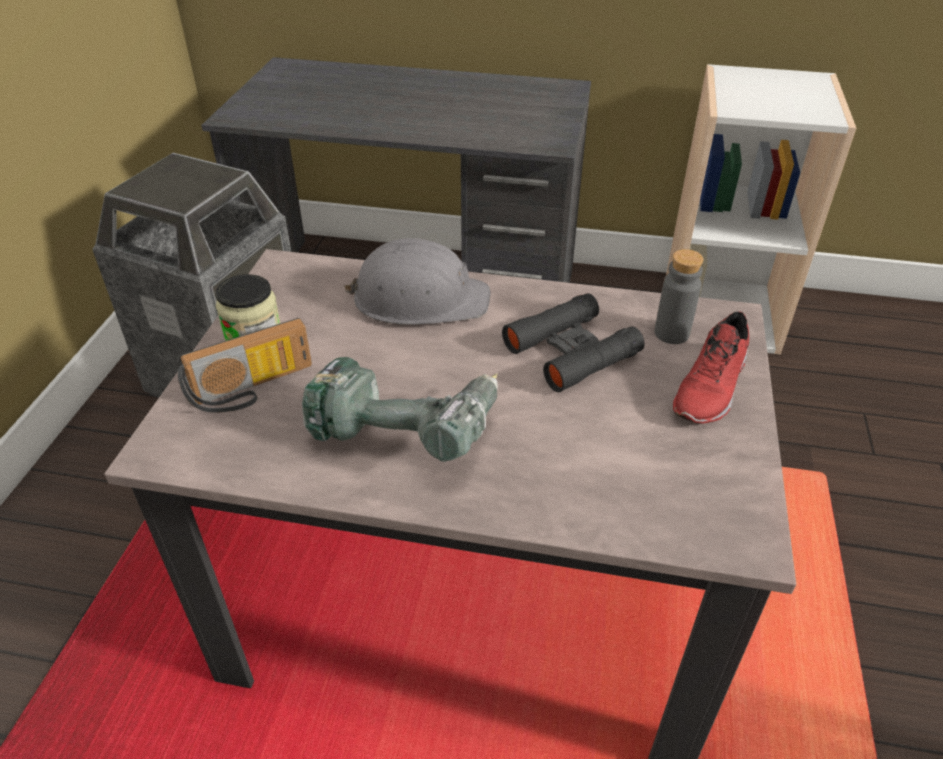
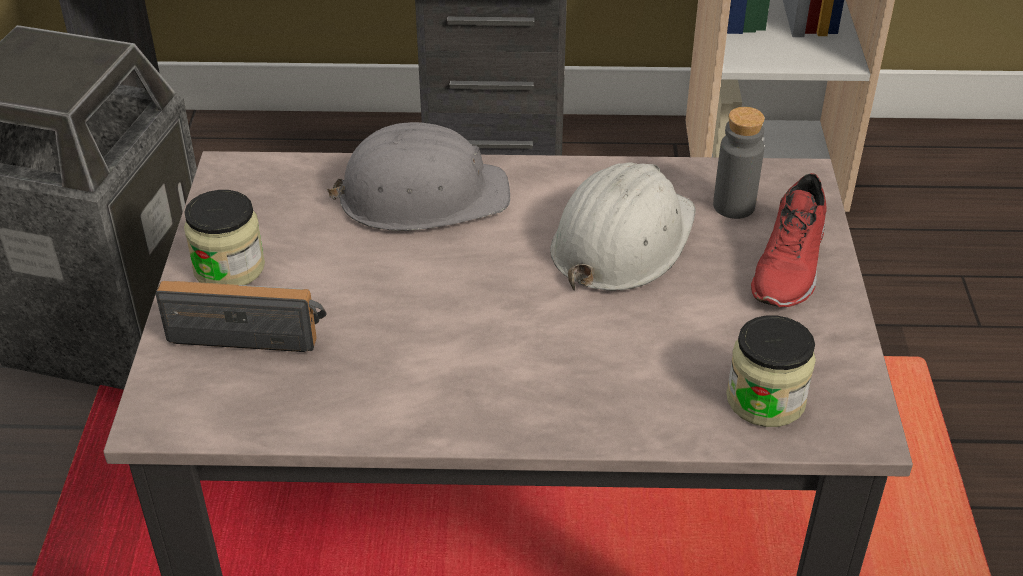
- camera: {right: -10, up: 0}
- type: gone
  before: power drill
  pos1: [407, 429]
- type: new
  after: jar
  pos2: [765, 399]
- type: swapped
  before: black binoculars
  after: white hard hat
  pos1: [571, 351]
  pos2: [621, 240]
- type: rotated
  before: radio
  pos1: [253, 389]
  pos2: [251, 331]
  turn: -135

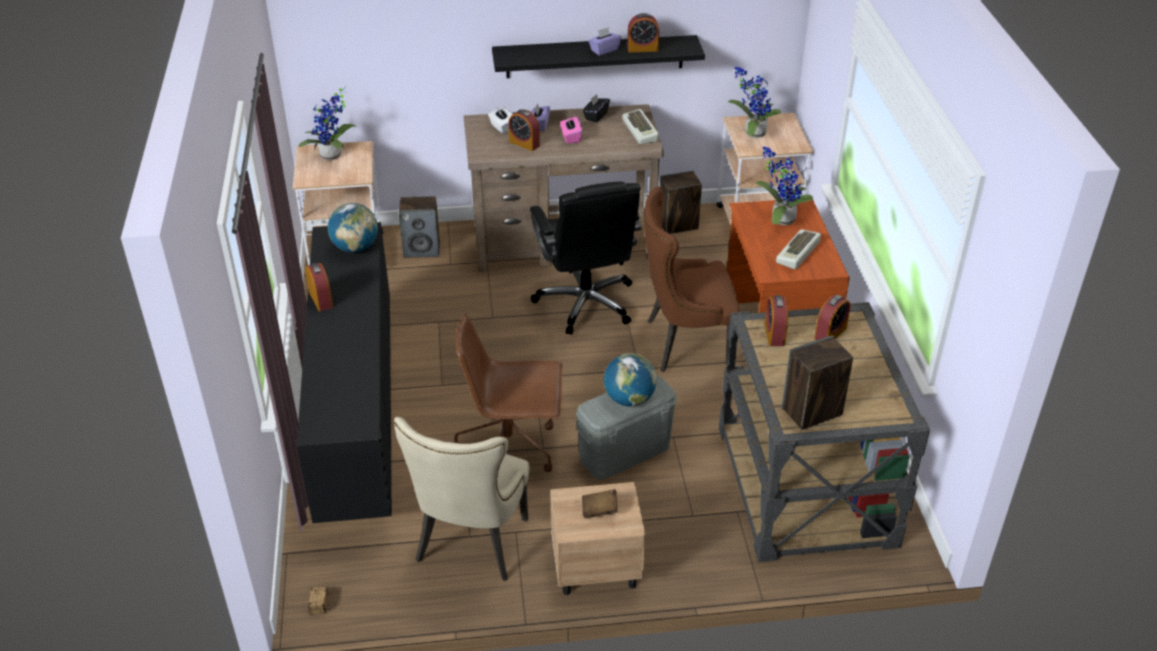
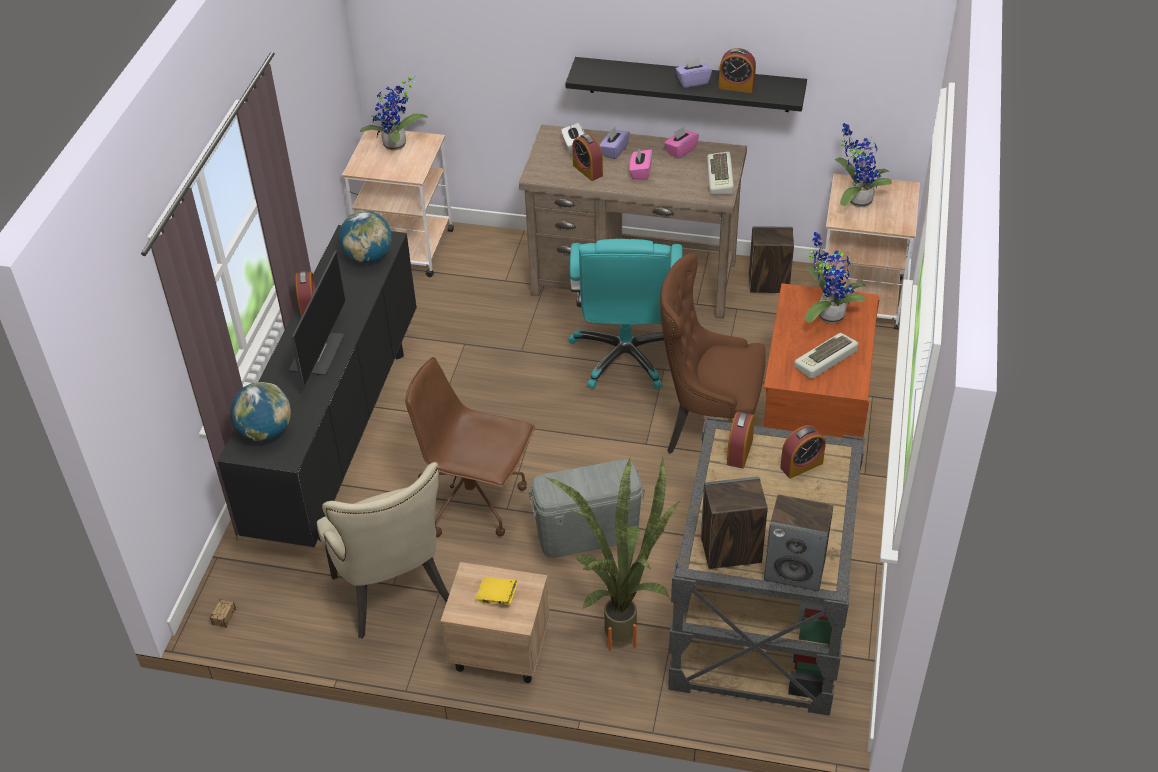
- camera: {right: 20, up: 5}
- type: new
  after: monitor
  pos2: [317, 352]
- type: new
  after: potted plant
  pos2: [622, 628]
- type: shifted
  before: speaker
  pos1: [422, 249]
  pos2: [795, 570]
- type: shifted
  before: globe
  pos1: [629, 399]
  pos2: [265, 432]
- type: repainted
  before: black office chair
  after: turquoise office chair
  pos1: [586, 302]
  pos2: [626, 354]
- type: repainted
  before: brown book
  after: yellow book
  pos1: [599, 510]
  pos2: [497, 597]
- type: repainted
  before: black tissue box
  after: pink tissue box
  pos1: [596, 116]
  pos2: [680, 150]
- type: rotated
  before: beige chair
  pos1: [472, 543]
  pos2: [392, 593]
  turn: -60

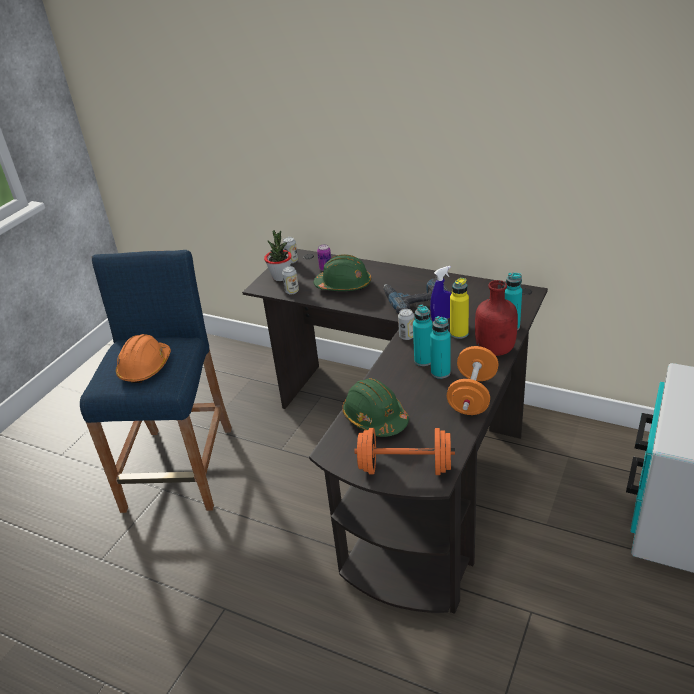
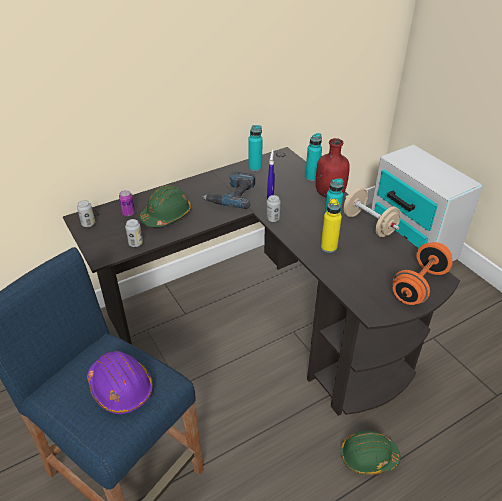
- camera: {right: -60, up: 5}
- type: gone
  before: potted plant
  pos1: [281, 277]
- type: shifted
  before: green hard hat
  pos1: [375, 418]
  pos2: [368, 457]
- type: shifted
  before: turquoise bottle
  pos1: [423, 360]
  pos2: [255, 167]
- type: shifted
  before: yellow bottle
  pos1: [459, 333]
  pos2: [328, 247]
- type: repainted
  before: orange hard hat
  after: purple hard hat
  pos1: [145, 367]
  pos2: [121, 388]
- type: repainted
  before: orange dumbbell
  after: beige dumbbell
  pos1: [472, 396]
  pos2: [369, 224]

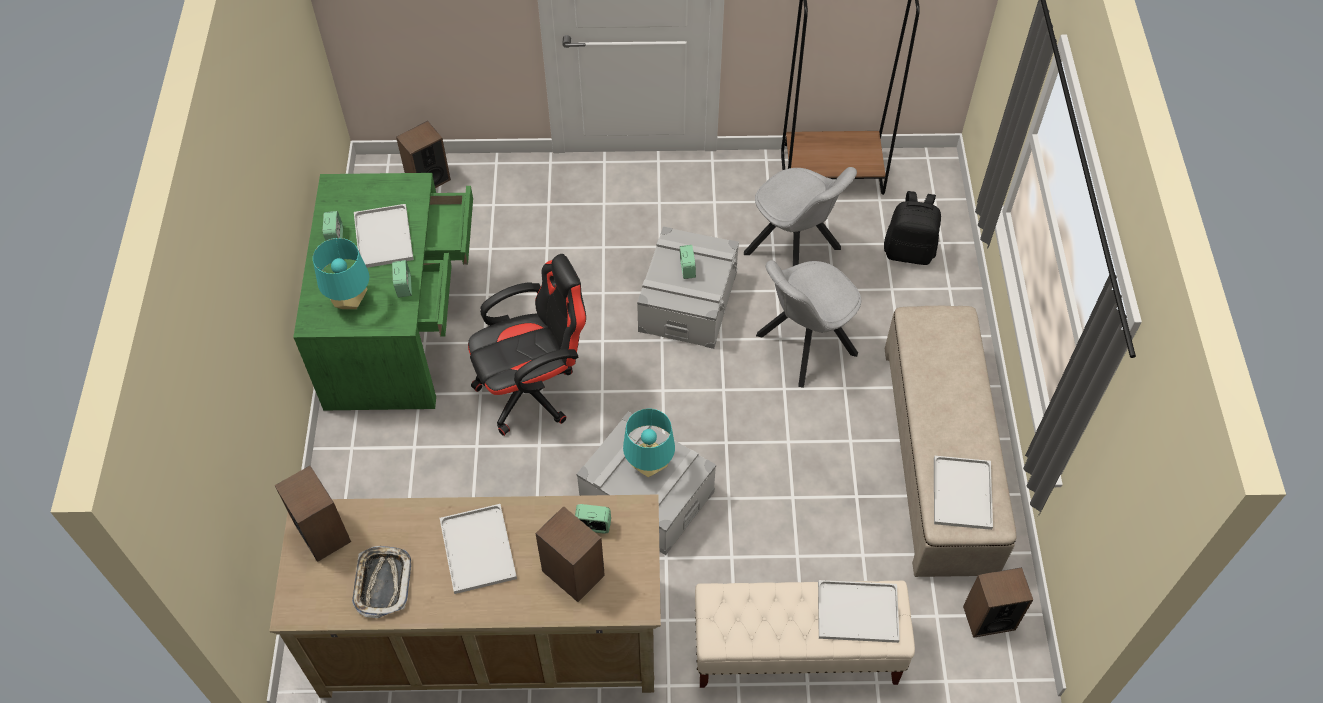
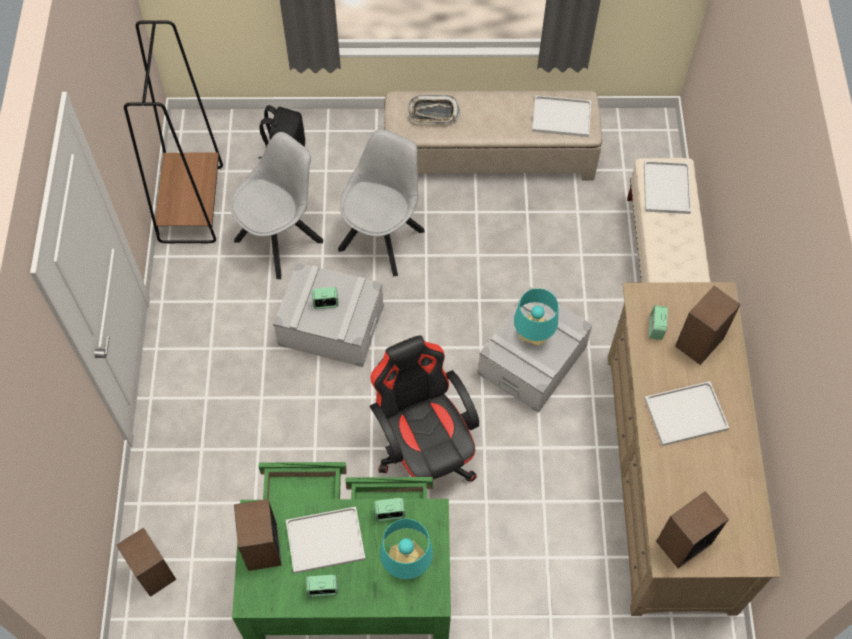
- camera: {right: -90, up: 5}
- type: shifted
  before: tray
  pos1: [382, 583]
  pos2: [433, 113]
- type: shifted
  before: speaker
  pos1: [988, 617]
  pos2: [262, 547]
- type: rotated
  before: grey chair
  pos1: [804, 346]
  pos2: [382, 238]
  turn: -120

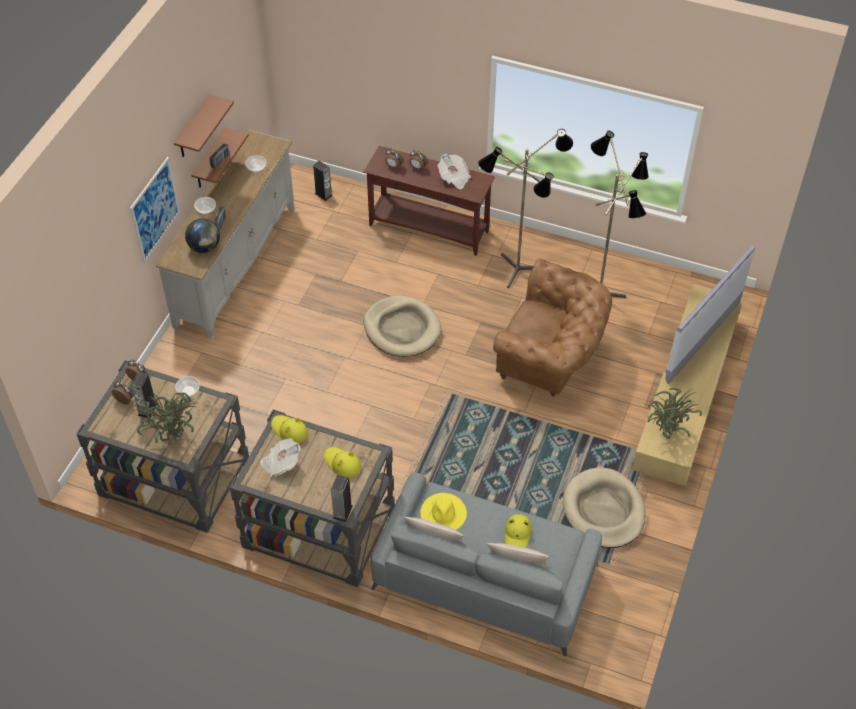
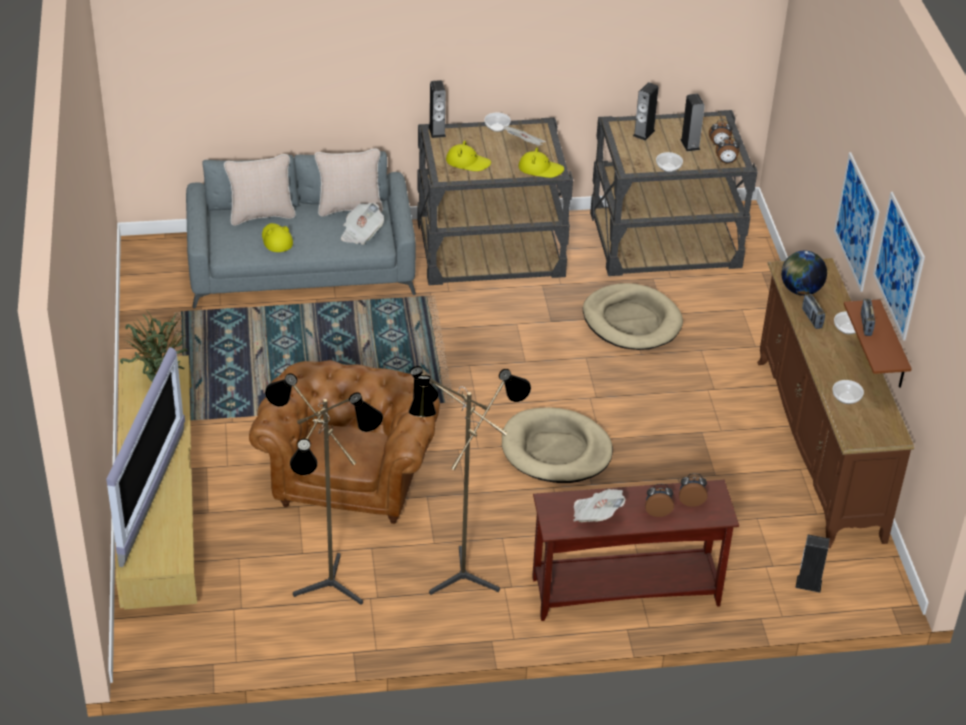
- camera: {right: 150, up: -10}
- type: new
  after: bowl
  pos2: [497, 127]
- type: shifted
  before: beige dog bed
  pos1: [603, 510]
  pos2: [632, 321]
- type: swapped
  before: potted plant
  after: speaker
  pos1: [172, 437]
  pos2: [644, 133]
- type: swapped
  before: brown shelf
  after: picture
  pos1: [193, 128]
  pos2: [899, 265]
- type: swapped
  before: yellow hat
  after: newspaper
  pos1: [443, 513]
  pos2: [361, 233]
- type: repainted
  before: grey cabinet
  after: brown cabinet
  pos1: [237, 266]
  pos2: [817, 448]
- type: rotated
  before: brown armchair
  pos1: [550, 360]
  pos2: [350, 479]
  turn: 105

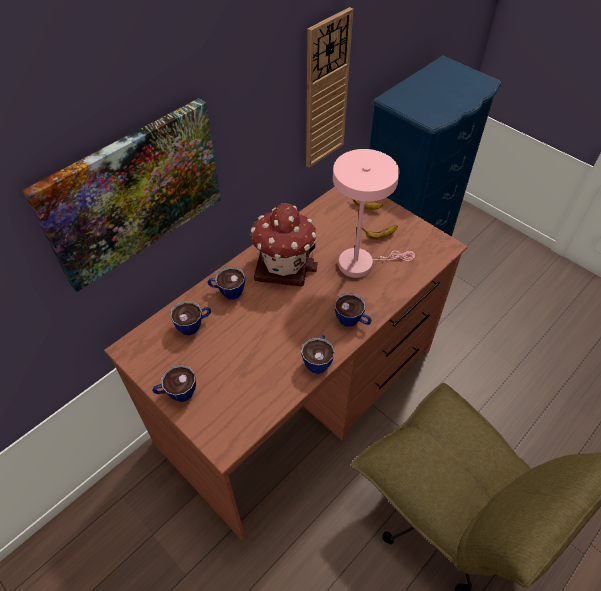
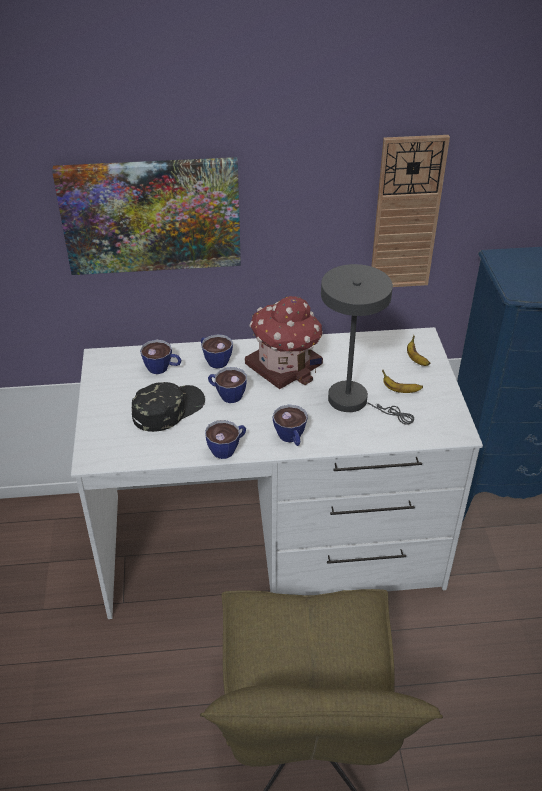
- camera: {right: 40, up: -10}
- type: new
  after: black cap
  pos2: [168, 409]
- type: shifted
  before: cup
  pos1: [177, 393]
  pos2: [226, 394]
- type: repainted
  before: brown desk
  after: white desk
  pos1: [300, 395]
  pos2: [272, 542]
- type: repainted
  before: pink table lamp
  after: grey table lamp
  pos1: [361, 263]
  pos2: [355, 401]

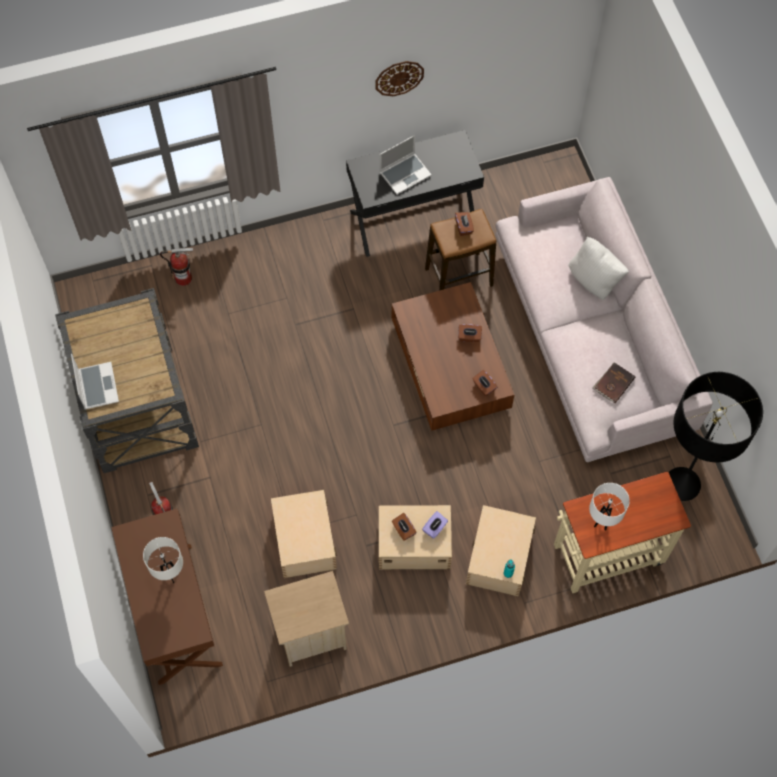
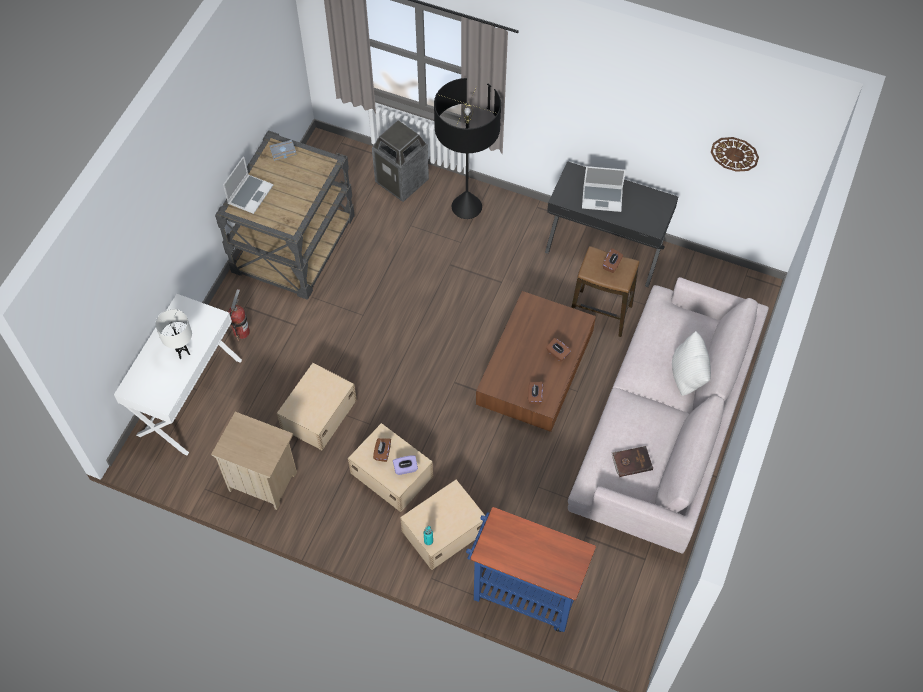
- camera: {right: 40, up: -5}
- type: gone
  before: white table lamp
  pos1: [601, 523]
- type: new
  after: grey book
  pos2: [282, 152]
- type: shifted
  before: wall clock
  pos1: [399, 78]
  pos2: [735, 153]
- type: shifted
  before: black floor lamp
  pos1: [681, 485]
  pos2: [466, 209]
- type: swapped
  before: fire extinguisher
  after: trash can
  pos1: [183, 278]
  pos2: [402, 181]
- type: repainted
  before: brown desk
  after: white desk
  pos1: [174, 613]
  pos2: [189, 396]
- type: repainted
  before: beige cart
  after: blue cart
  pos1: [606, 555]
  pos2: [525, 593]

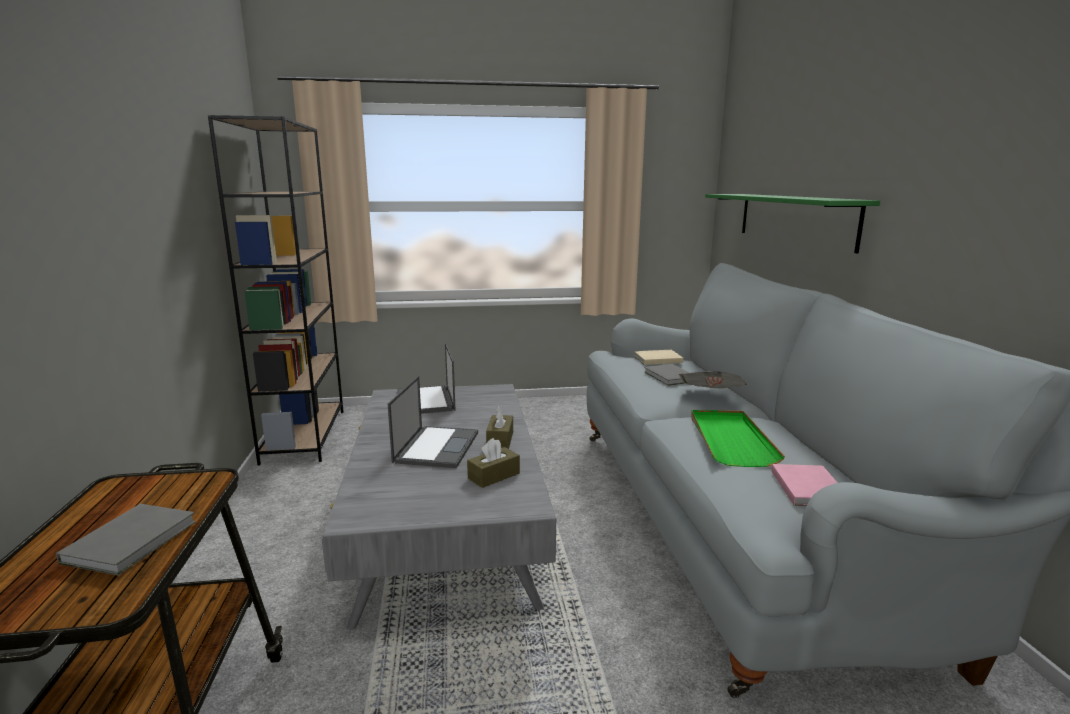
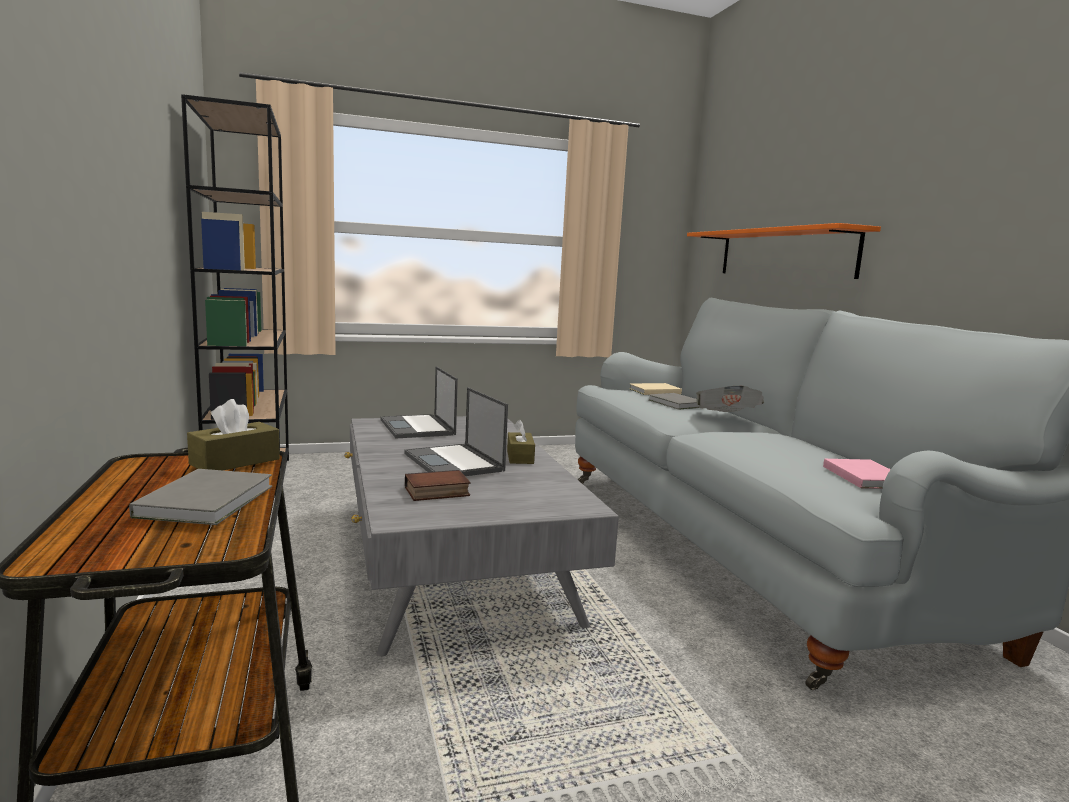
- camera: {right: -10, up: -5}
- type: gone
  before: green tray
  pos1: [730, 440]
- type: new
  after: book
  pos2: [436, 492]
- type: shifted
  before: brown tissue box
  pos1: [494, 476]
  pos2: [235, 461]
- type: repainted
  before: green shelf
  after: orange shelf
  pos1: [794, 219]
  pos2: [784, 253]
- type: rotated
  before: laptop
  pos1: [437, 446]
  pos2: [454, 462]
  turn: 150

